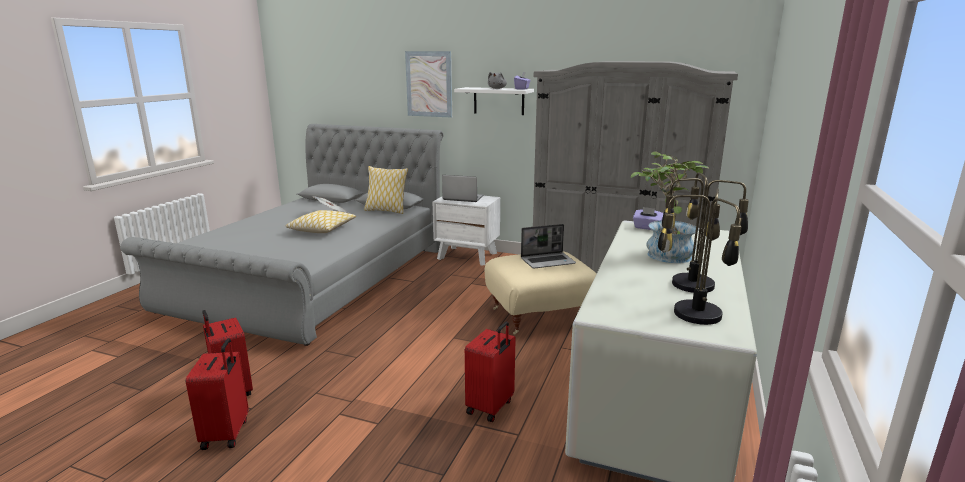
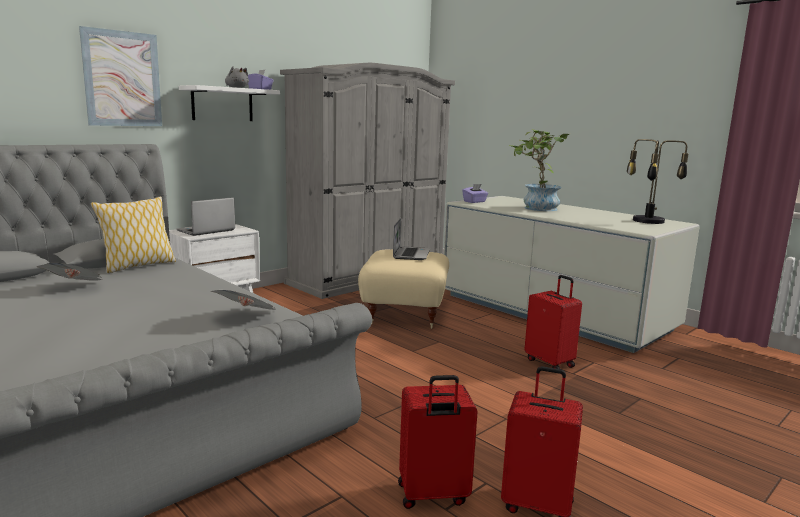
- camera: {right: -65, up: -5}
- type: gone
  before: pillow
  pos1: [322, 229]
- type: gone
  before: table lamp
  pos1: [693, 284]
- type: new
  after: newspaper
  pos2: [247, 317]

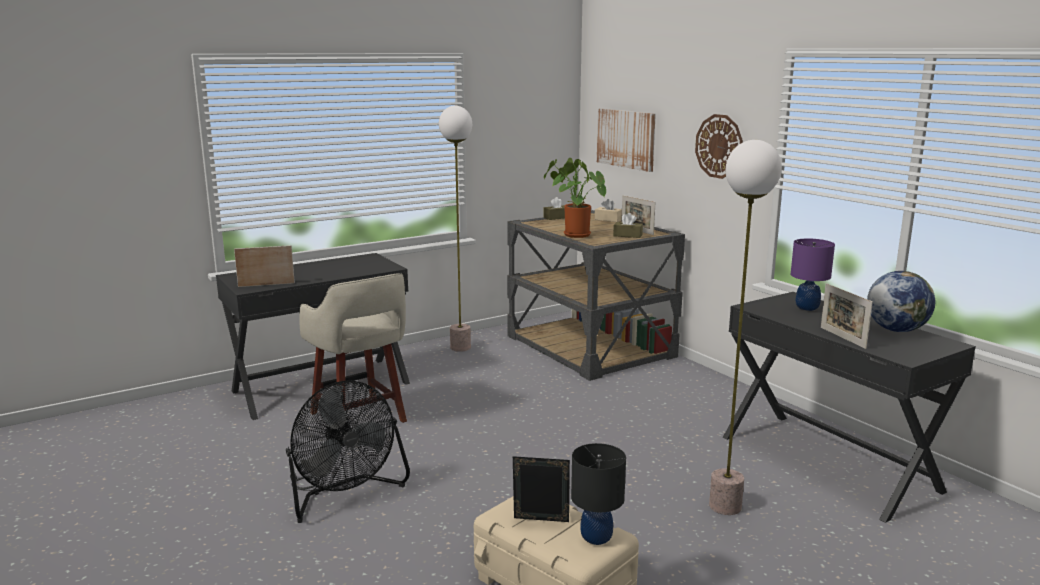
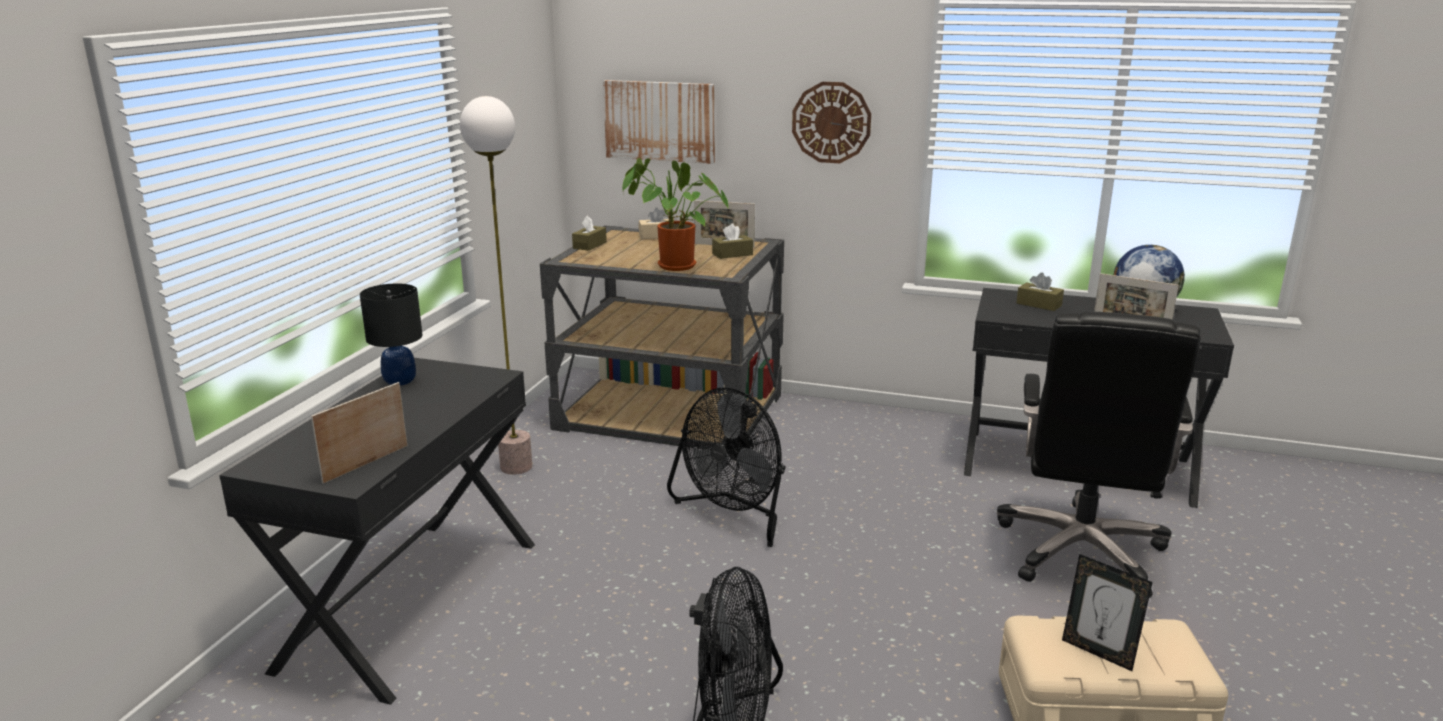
- camera: {right: -40, up: 5}
- type: gone
  before: beige stool
  pos1: [359, 419]
- type: new
  after: black fan
  pos2: [735, 512]
- type: shifted
  before: black table lamp
  pos1: [597, 540]
  pos2: [401, 382]
- type: swapped
  before: floor lamp
  after: black office chair
  pos1: [724, 506]
  pos2: [1081, 550]
- type: swapped
  before: purple table lamp
  after: brown tissue box
  pos1: [808, 309]
  pos2: [1039, 304]
- type: rotated
  before: picture frame
  pos1: [540, 522]
  pos2: [1098, 652]
  turn: -105

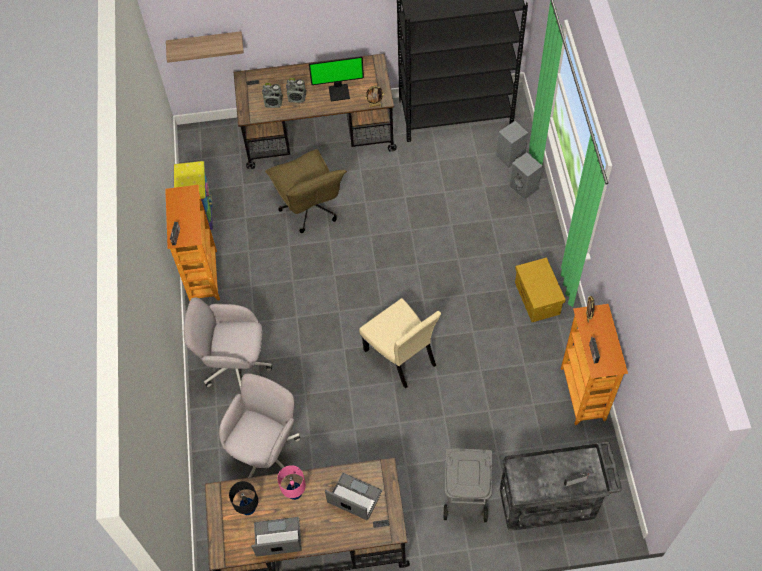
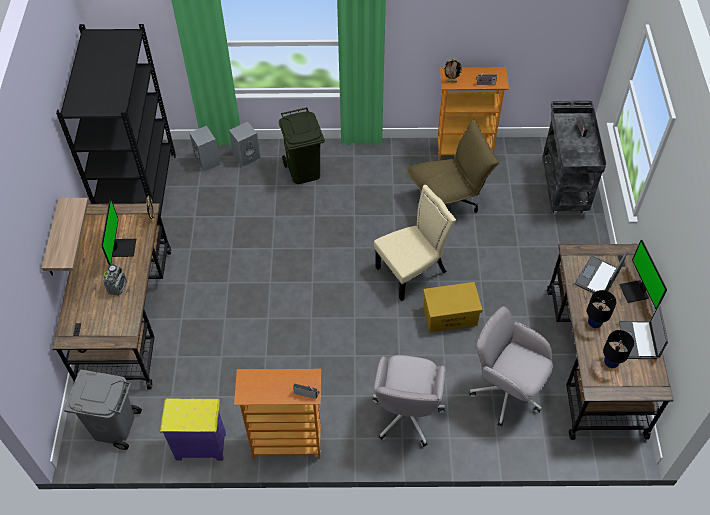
- camera: {right: -85, up: -5}
- type: gone
  before: radio
  pos1: [273, 103]
- type: new
  after: green trash can
  pos2: [303, 171]
- type: new
  after: monitor
  pos2: [635, 292]
- type: shifted
  before: shelf
  pos1: [205, 44]
  pos2: [54, 240]
- type: shifted
  before: beige office chair
  pos1: [309, 207]
  pos2: [447, 203]
- type: shifted
  before: grey trash can
  pos1: [466, 500]
  pos2: [114, 426]
- type: shifted
  before: yellow storage box
  pos1: [536, 298]
  pos2: [449, 316]
- type: repainted
  before: pink table lamp
  after: black table lamp
  pos1: [294, 493]
  pos2: [593, 324]

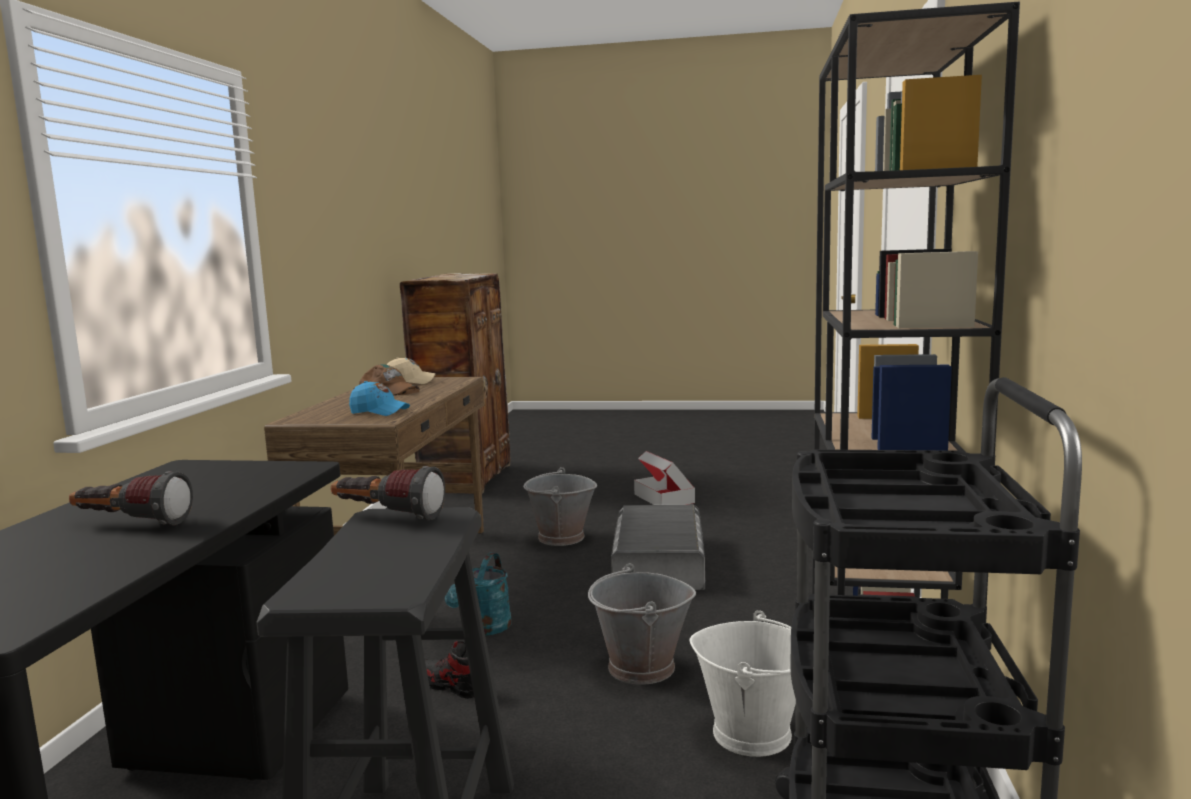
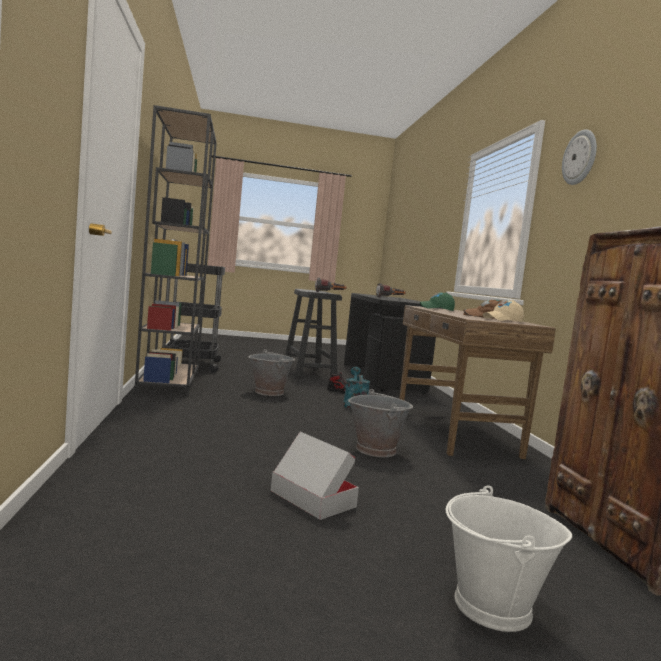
- camera: {right: 160, up: -5}
- type: gone
  before: grey storage box
  pos1: [659, 562]
- type: new
  after: wall clock
  pos2: [580, 157]
- type: shifted
  before: white bucket
  pos1: [752, 733]
  pos2: [492, 607]
- type: repainted
  before: blue cap
  after: green cap
  pos1: [379, 412]
  pos2: [436, 309]

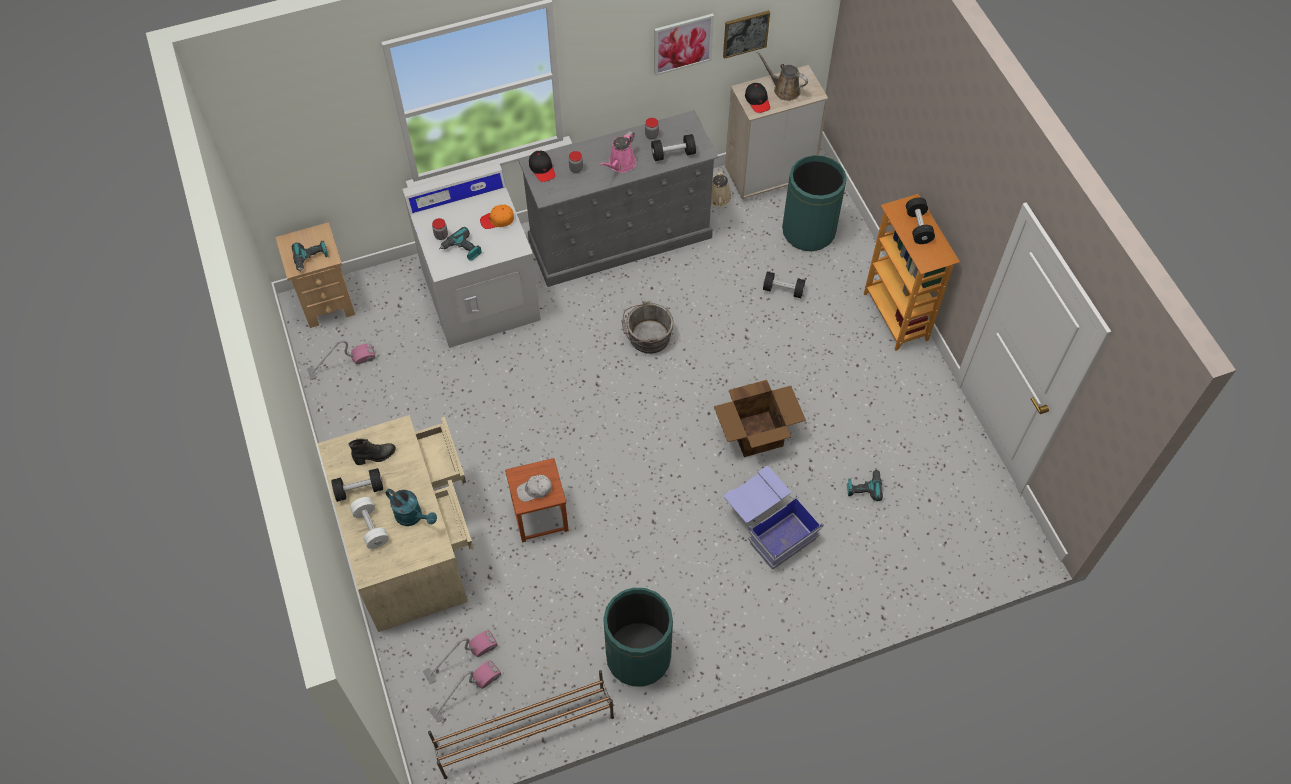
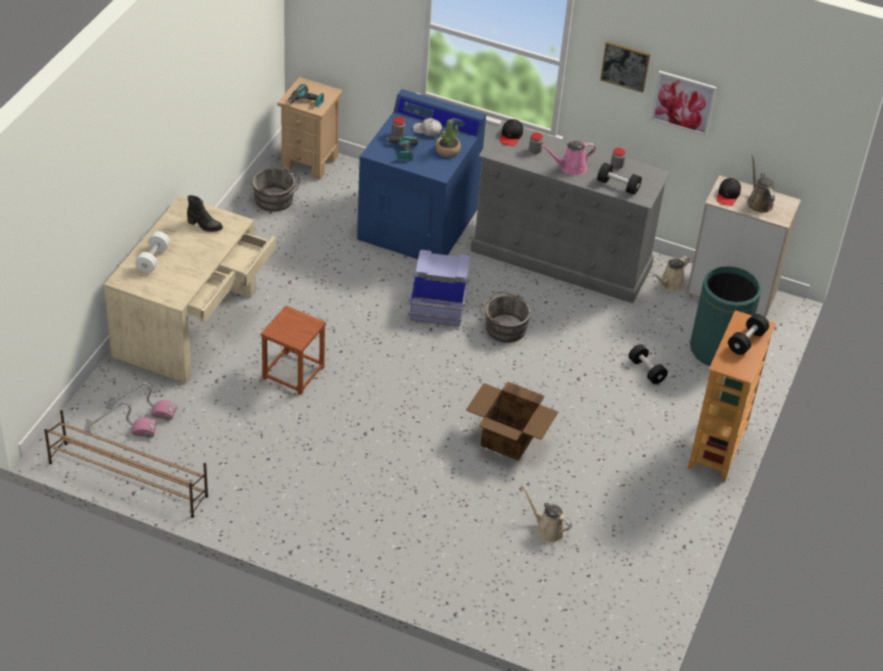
- camera: {right: 40, up: -15}
- type: gone
  before: black dumbbell
  pos1: [359, 489]
- type: gone
  before: turquoise watering can
  pos1: [413, 516]
- type: gone
  before: green trash can
  pos1: [638, 656]
- type: shifted
  before: white cap
  pos1: [534, 490]
  pos2: [427, 131]
- type: shifted
  before: picture
  pos1: [745, 33]
  pos2: [625, 66]
- type: shifted
  before: blue storage box
  pos1: [769, 525]
  pos2: [439, 300]
- type: swapped
  before: vacuum cleaner
  after: grey bucket
  pos1: [341, 364]
  pos2: [276, 200]
- type: swapped
  before: orange cap
  after: potted plant
  pos1: [497, 220]
  pos2: [447, 150]
- type: swapped
  before: power drill
  after: beige watering can
  pos1: [864, 487]
  pos2: [547, 529]
- type: repainted
  before: white washing machine
  after: blue washing machine
  pos1: [481, 294]
  pos2: [418, 224]

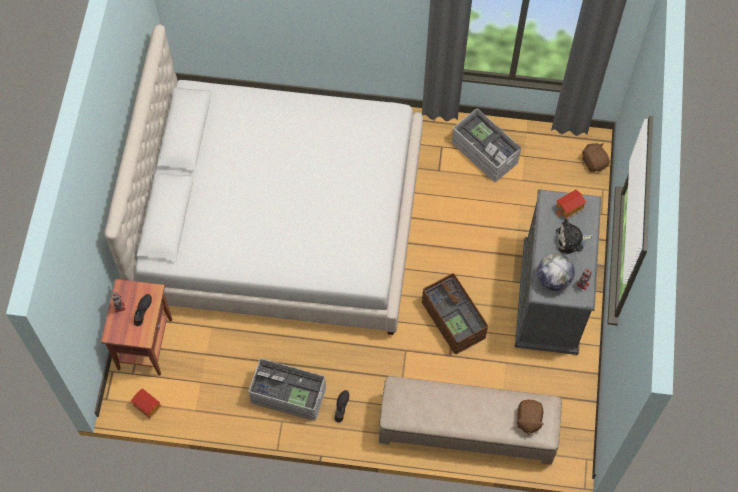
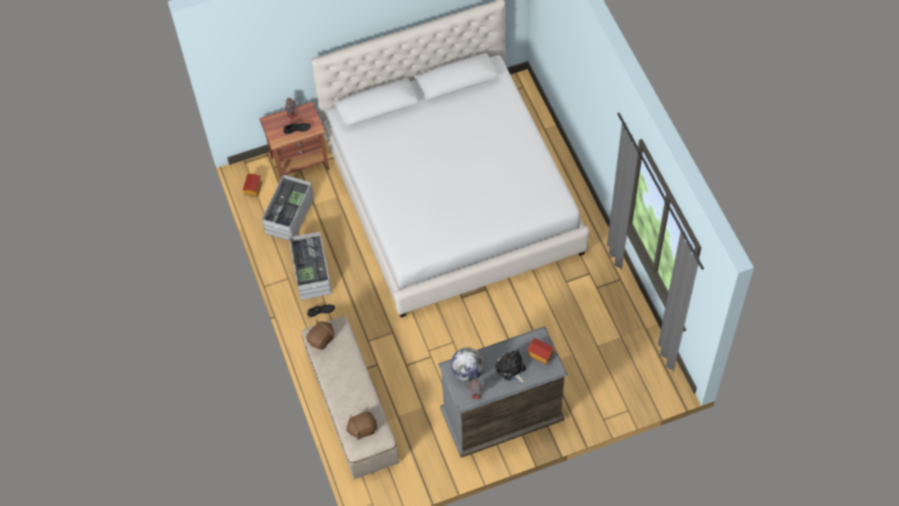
- camera: {right: 65, up: -5}
- type: gone
  before: brown storage box
  pos1: [452, 319]
- type: shifted
  before: grey storage box
  pos1: [485, 151]
  pos2: [290, 215]
- type: shifted
  before: brown plush toy
  pos1: [594, 162]
  pos2: [321, 339]

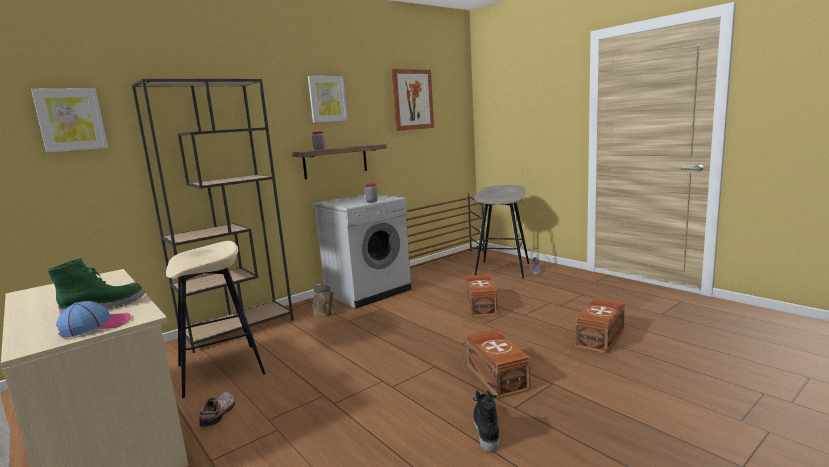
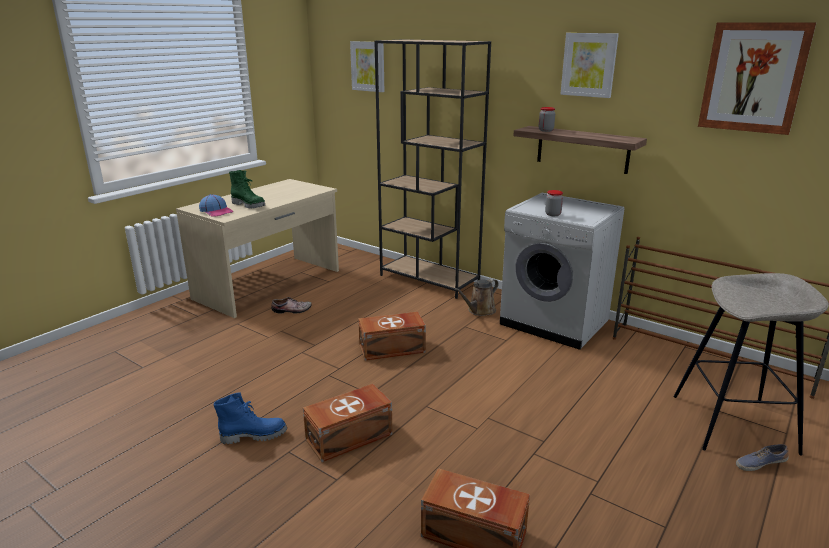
- camera: {right: 75, up: 10}
- type: gone
  before: beige stool
  pos1: [221, 370]
- type: shifted
  before: brown storage box
  pos1: [481, 306]
  pos2: [393, 349]
- type: repainted
  before: black boot
  after: blue boot
  pos1: [486, 429]
  pos2: [254, 435]

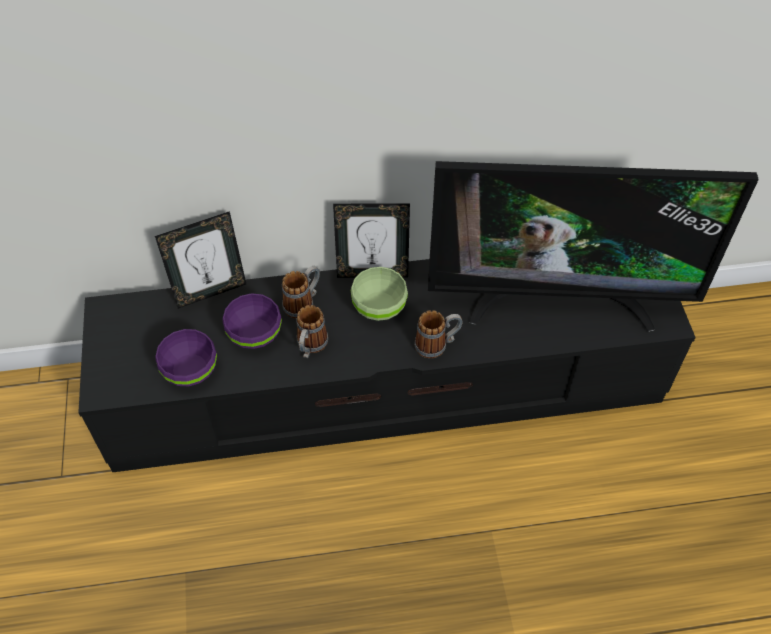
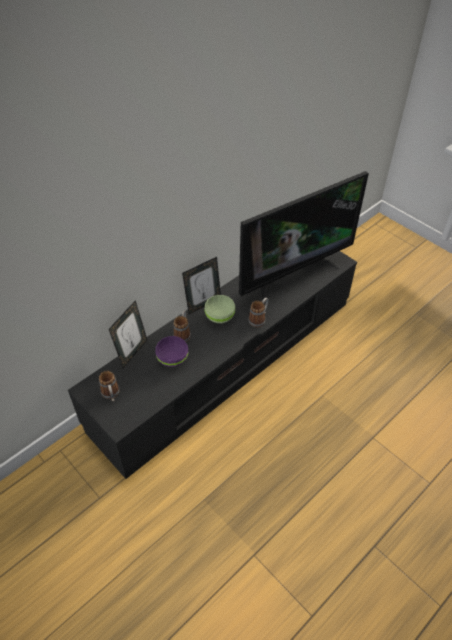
- camera: {right: -35, up: -5}
- type: gone
  before: purple bowl
  pos1: [190, 370]
- type: shifted
  before: mug
  pos1: [310, 347]
  pos2: [111, 395]

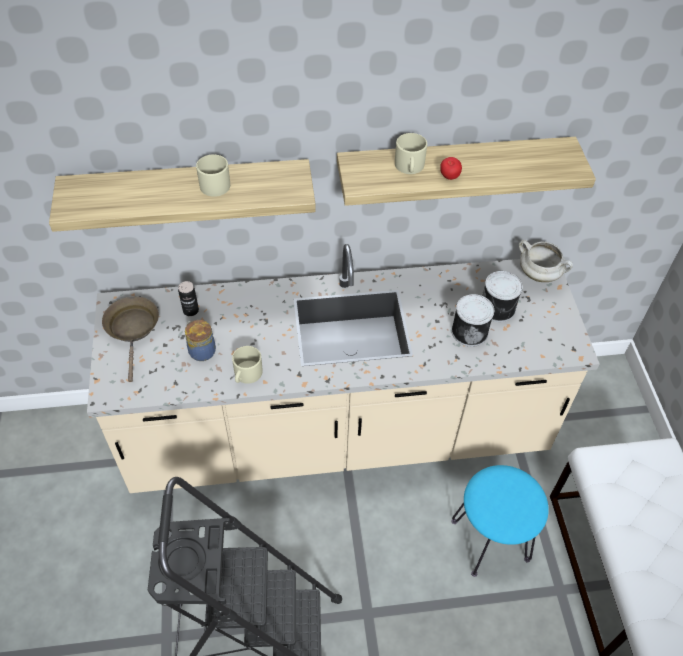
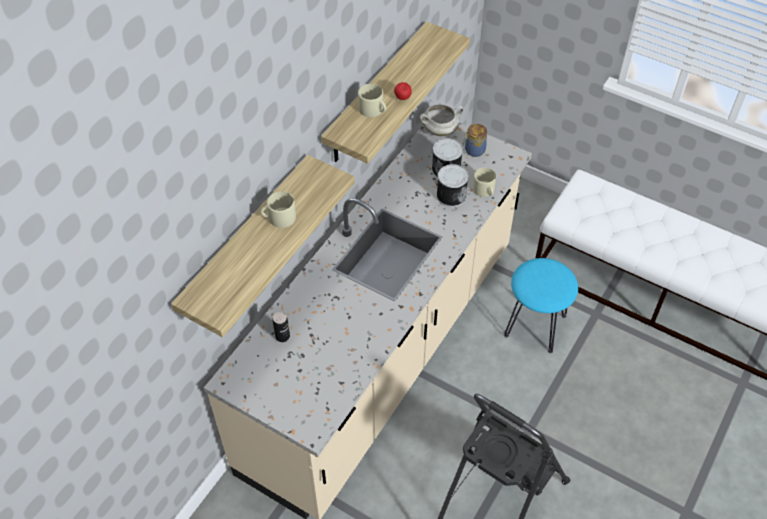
- camera: {right: -50, up: 0}
- type: gone
  before: brown frying pan
  pos1: [133, 329]
- type: shifted
  before: jar
  pos1: [201, 351]
  pos2: [473, 150]
- type: shifted
  before: beige mug
  pos1: [246, 374]
  pos2: [484, 190]

